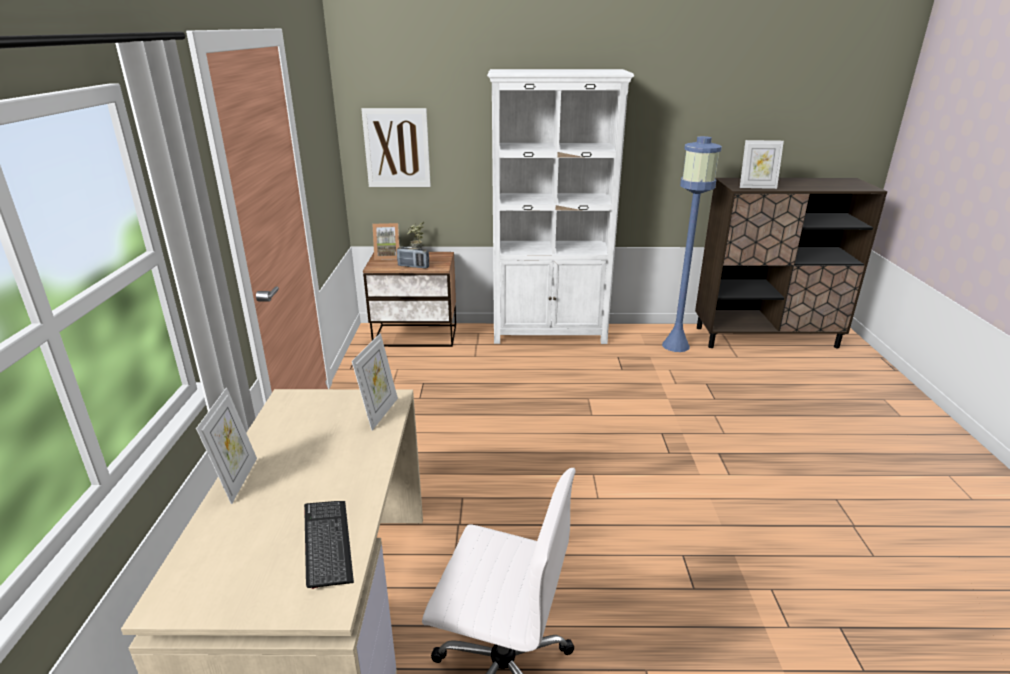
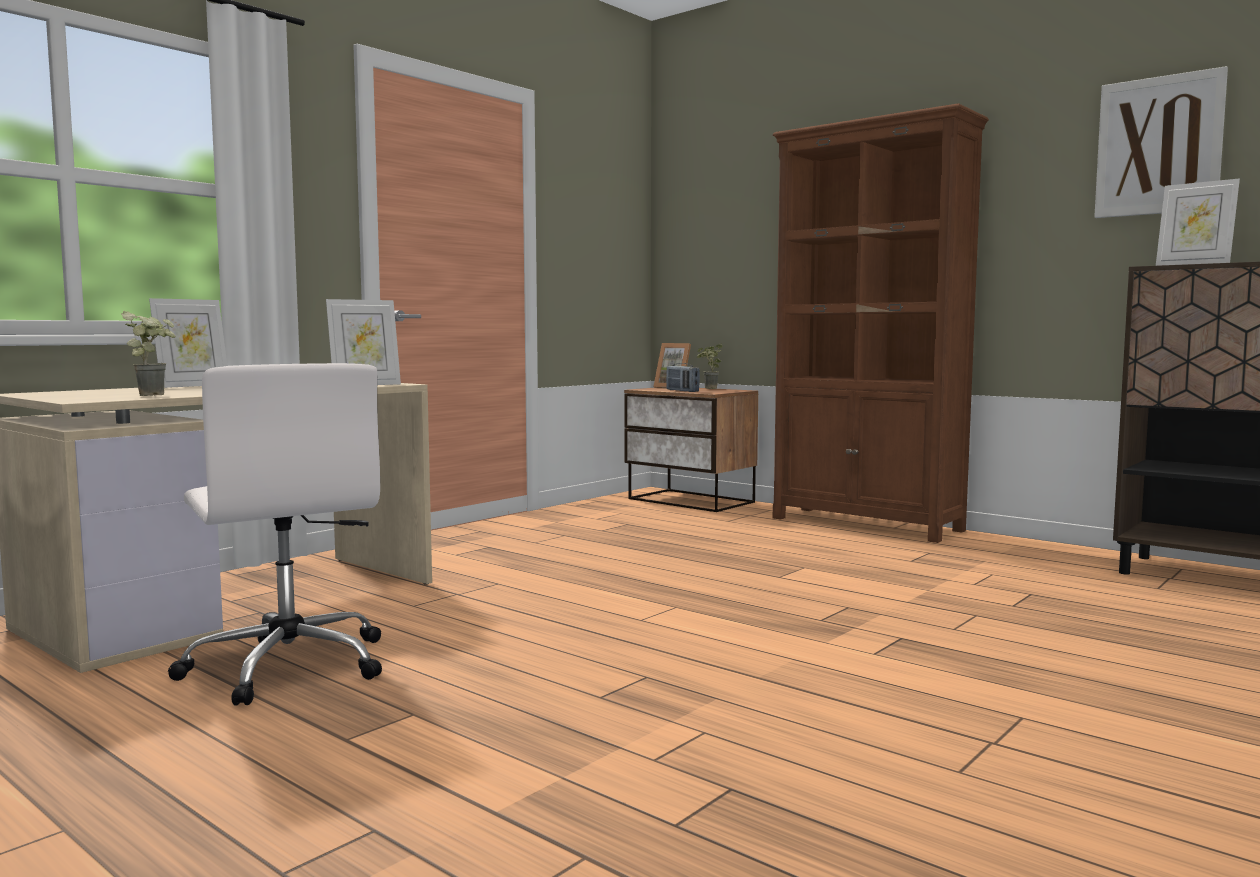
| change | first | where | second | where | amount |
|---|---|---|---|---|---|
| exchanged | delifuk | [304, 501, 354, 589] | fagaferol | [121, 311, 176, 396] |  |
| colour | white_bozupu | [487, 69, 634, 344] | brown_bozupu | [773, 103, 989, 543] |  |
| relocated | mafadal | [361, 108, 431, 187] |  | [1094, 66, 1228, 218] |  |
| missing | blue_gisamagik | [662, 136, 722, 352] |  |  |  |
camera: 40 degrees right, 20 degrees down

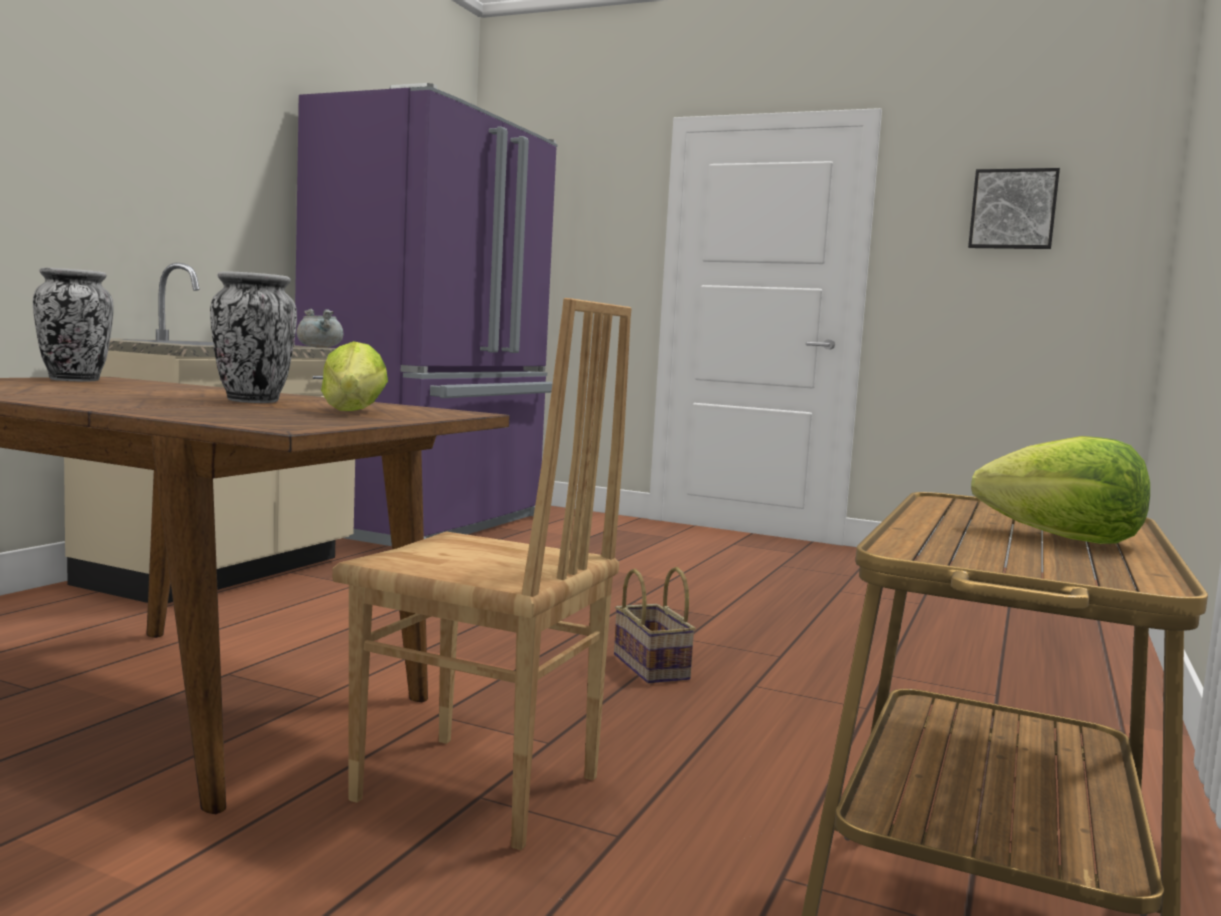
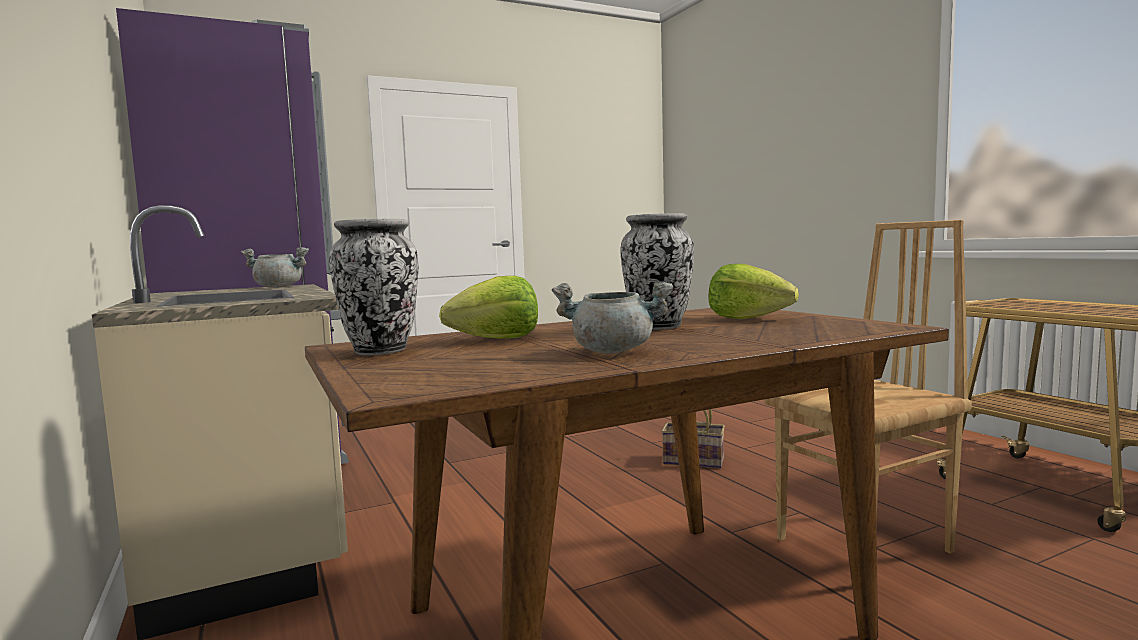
| change | first | where | second | where | amount |
|---|---|---|---|---|---|
| relocated | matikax | [971, 436, 1150, 544] |  | [439, 276, 538, 339] |  |
| appeared |  |  | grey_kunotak | [552, 281, 673, 354] |  |
| missing | mafadal | [968, 168, 1060, 249] |  |  |  |
camera: 50 degrees left, 0 degrees up

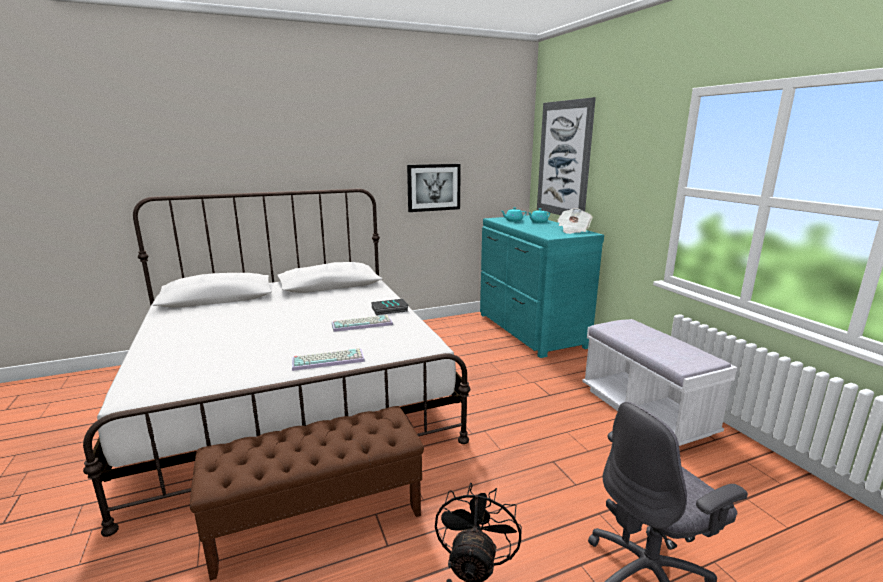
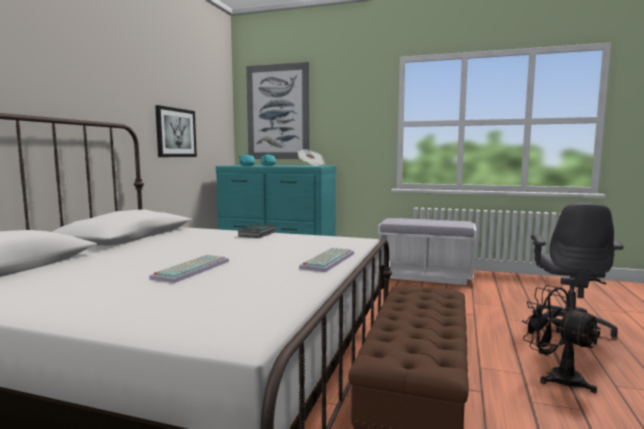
| change | first | where | second | where | amount |
|---|---|---|---|---|---|
| relocated | delifuk | [332, 315, 393, 332] |  | [149, 255, 229, 283] |  |
camera: 50 degrees left, 10 degrees down

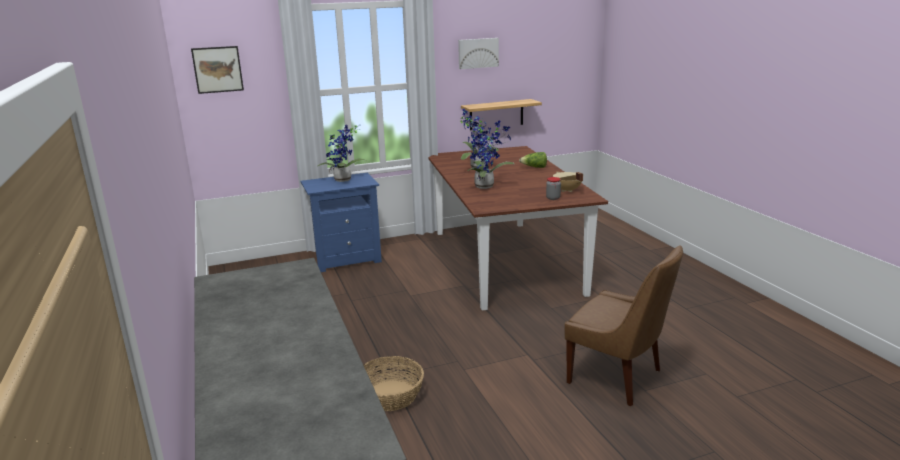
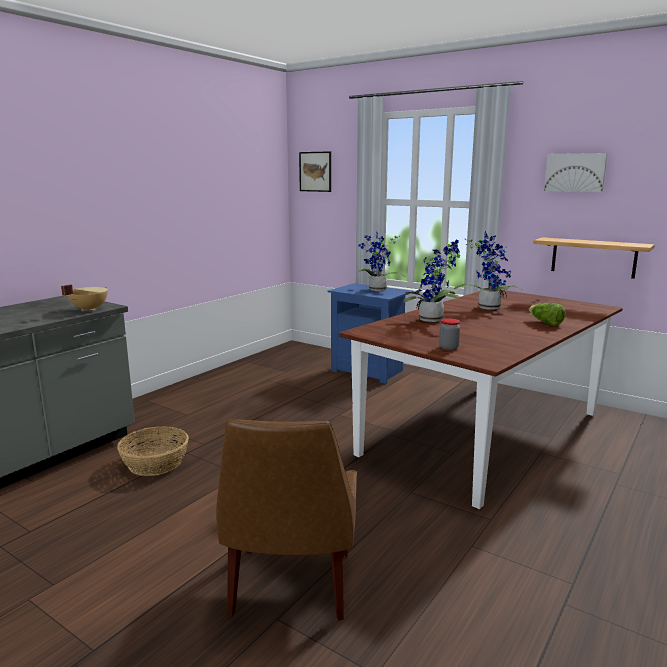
| change | first | where | second | where | amount |
|---|---|---|---|---|---|
| relocated | beige_kunotak | [553, 172, 583, 192] |  | [61, 284, 108, 311] |  |
camera: 55 degrees right, 5 degrees down

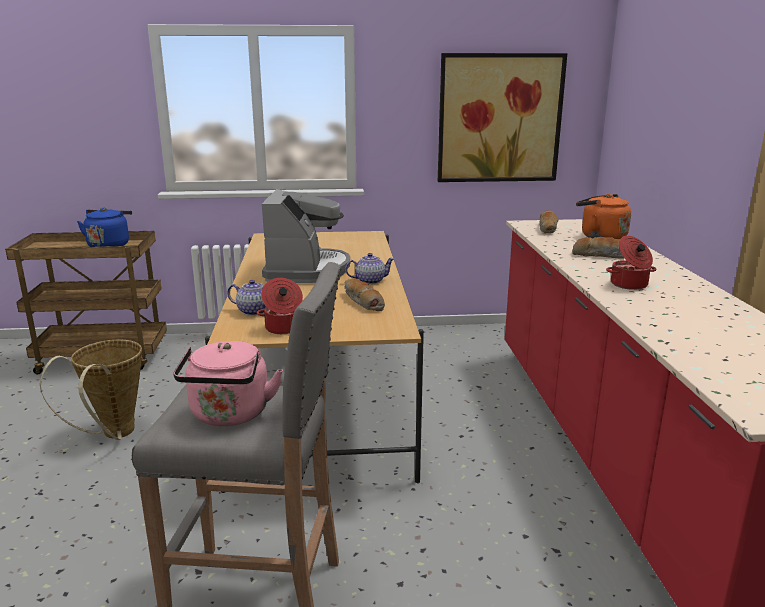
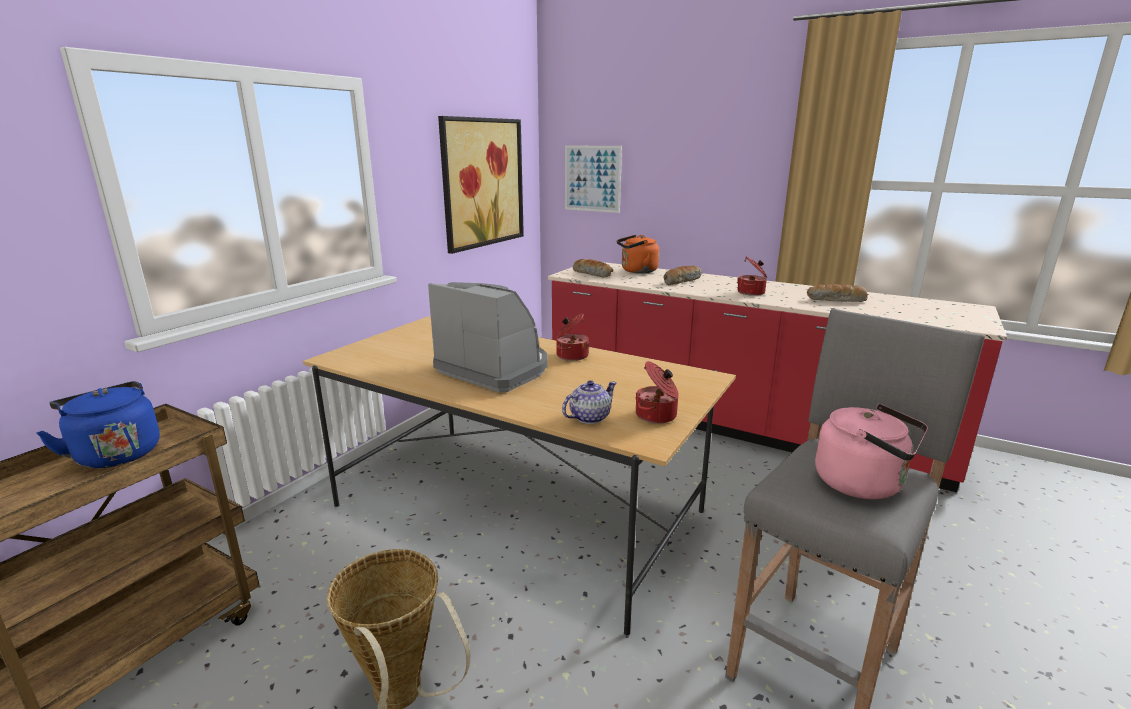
| change | first | where | second | where | amount |
|---|---|---|---|---|---|
| exchanged | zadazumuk | [345, 253, 394, 285] | kunotak | [556, 313, 590, 361] |  |
| appeared |  |  | mafadal | [565, 145, 622, 213] |  |
| relocated | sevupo | [344, 278, 385, 311] |  | [807, 284, 868, 302] |  |
camera: 55 degrees left, 0 degrees up

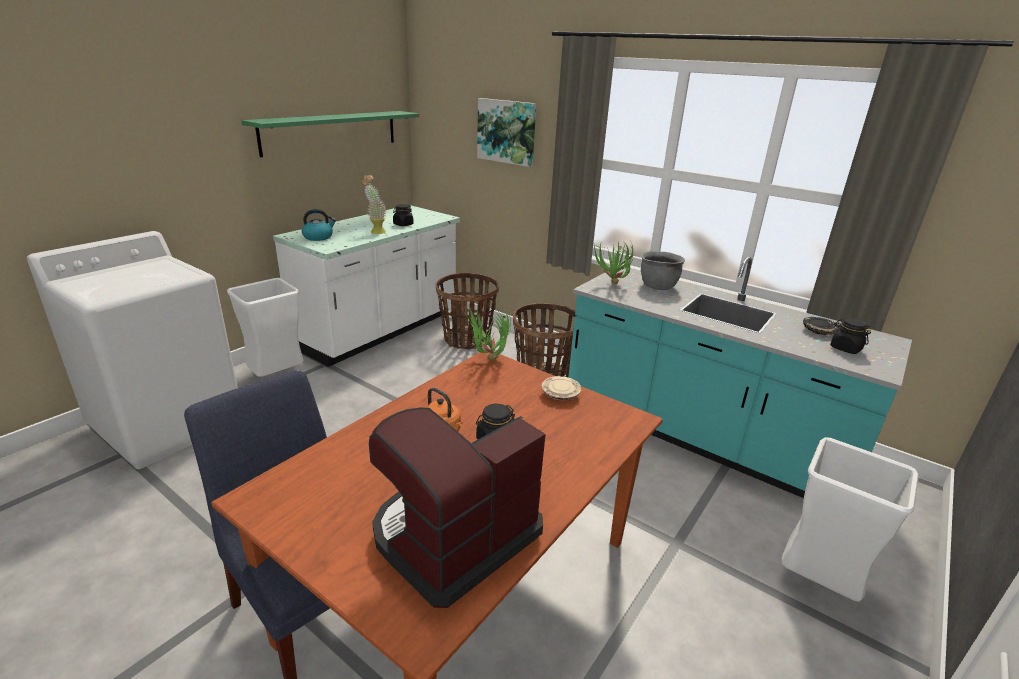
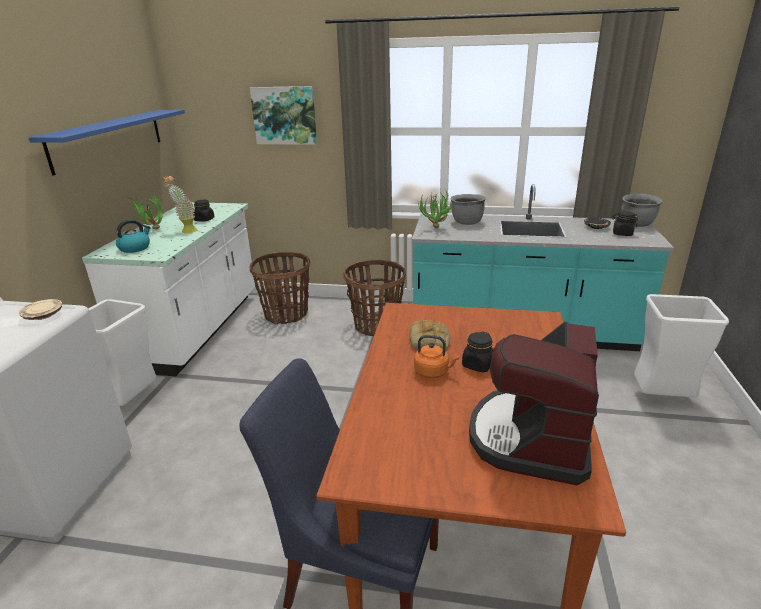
| change | first | where | second | where | amount |
|---|---|---|---|---|---|
| relocated | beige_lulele | [542, 376, 581, 400] |  | [19, 299, 62, 320] |  |
| colour | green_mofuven | [241, 111, 419, 157] | blue_mofuven | [28, 110, 185, 176] |  |
| relocated | fagaferol | [464, 307, 511, 361] |  | [130, 194, 163, 230] |  |
| appeared |  |  | sevupo | [409, 320, 450, 349] |  |
| appeared |  |  | grey_kunotak | [621, 194, 663, 227] |  |
camera: 25 degrees left, 0 degrees up

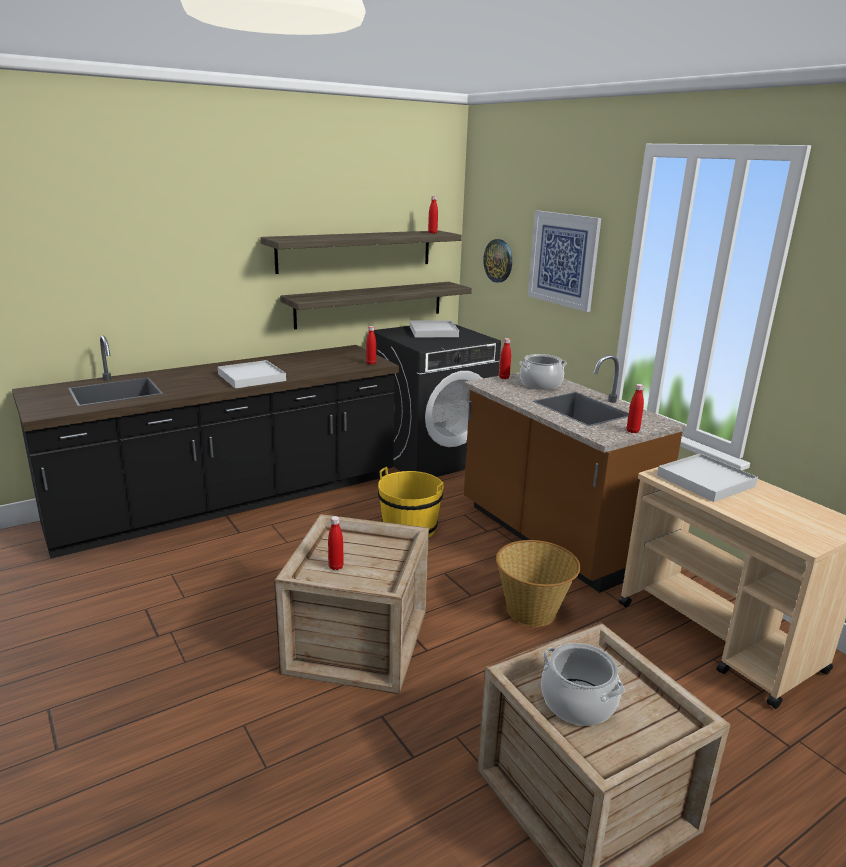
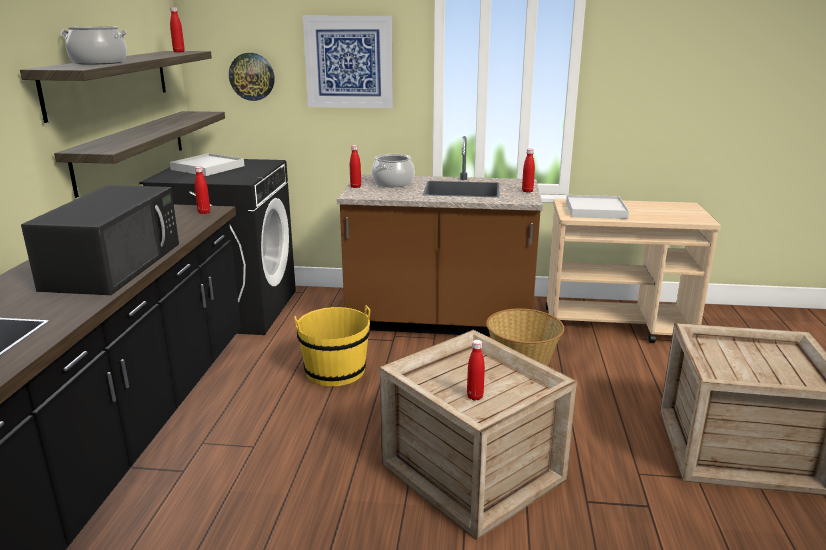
| change | first | where | second | where | amount |
|---|---|---|---|---|---|
| exchanged | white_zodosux | [218, 360, 286, 389] | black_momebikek | [21, 185, 179, 295] |  |
| relocated | kunotak | [541, 643, 625, 726] |  | [61, 26, 127, 65] |  |
camera: 50 degrees left, 0 degrees up

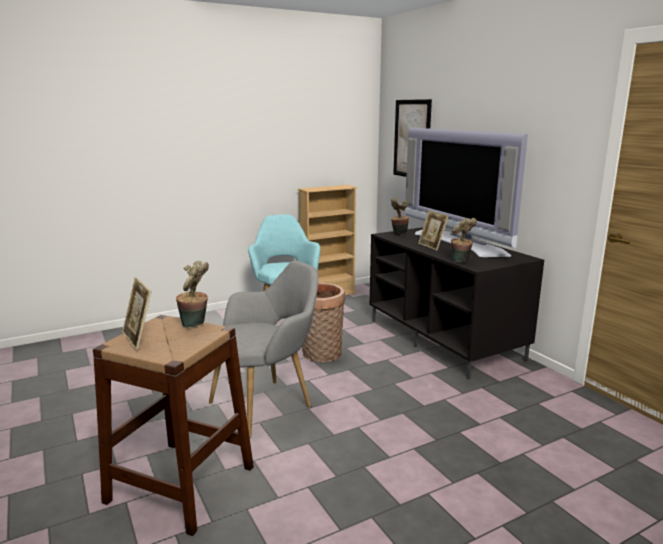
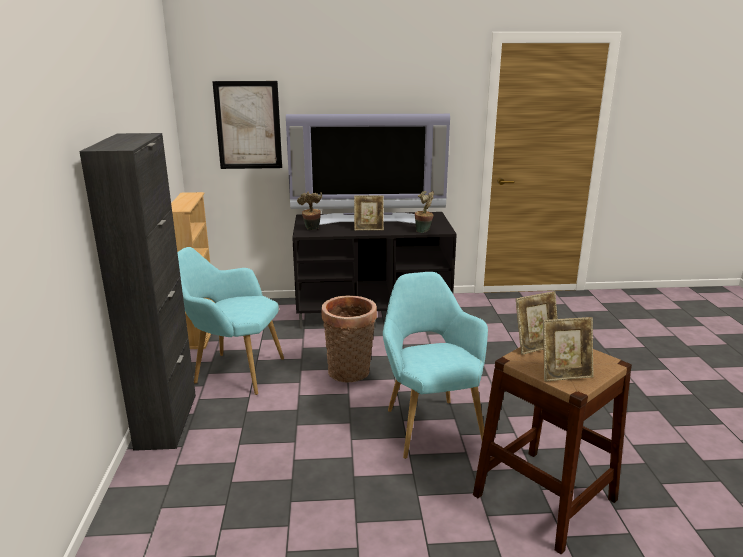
| change | first | where | second | where | amount |
|---|---|---|---|---|---|
| appeared |  |  | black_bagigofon | [79, 133, 196, 451] |  |
| colour | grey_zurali | [209, 261, 319, 438] | turquoise_zurali | [383, 272, 488, 459] |  |
| exchanged | fagaferol | [176, 261, 209, 328] | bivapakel | [516, 291, 558, 355] |  |
camera: 65 degrees left, 5 degrees up

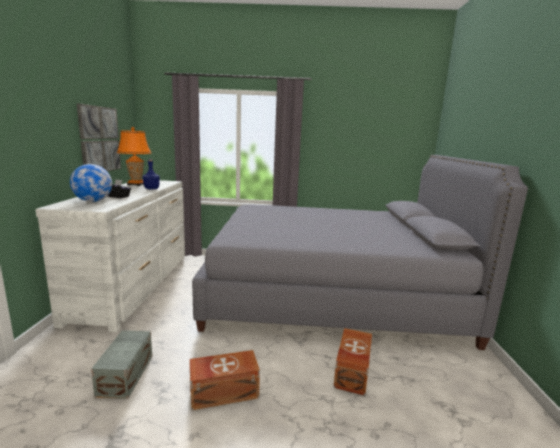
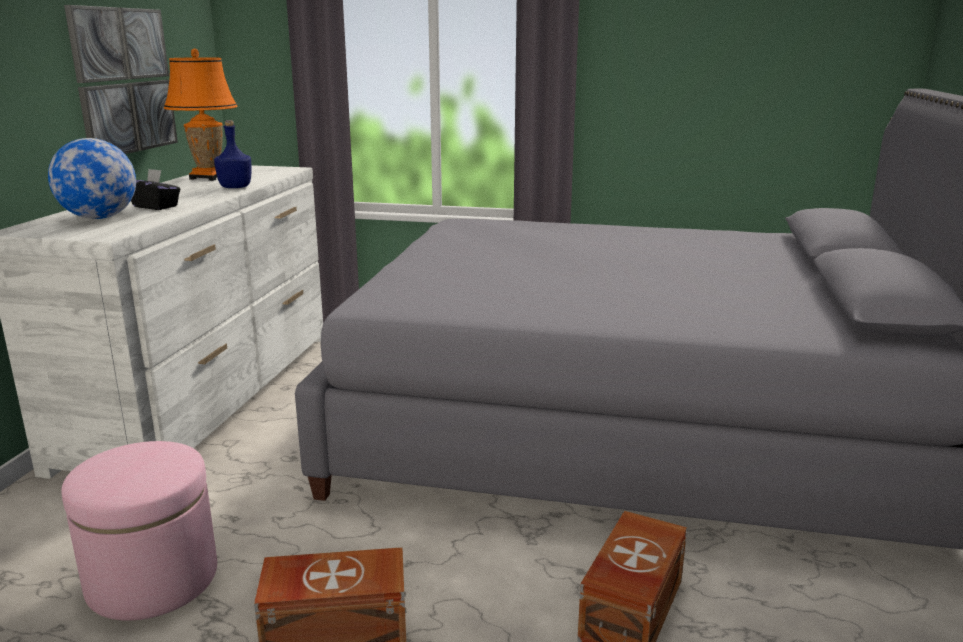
| change | first | where | second | where | amount |
|---|---|---|---|---|---|
| exchanged | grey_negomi | [91, 330, 152, 399] | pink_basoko | [61, 441, 217, 621] |  |
camera: 10 degrees right, 5 degrees up

